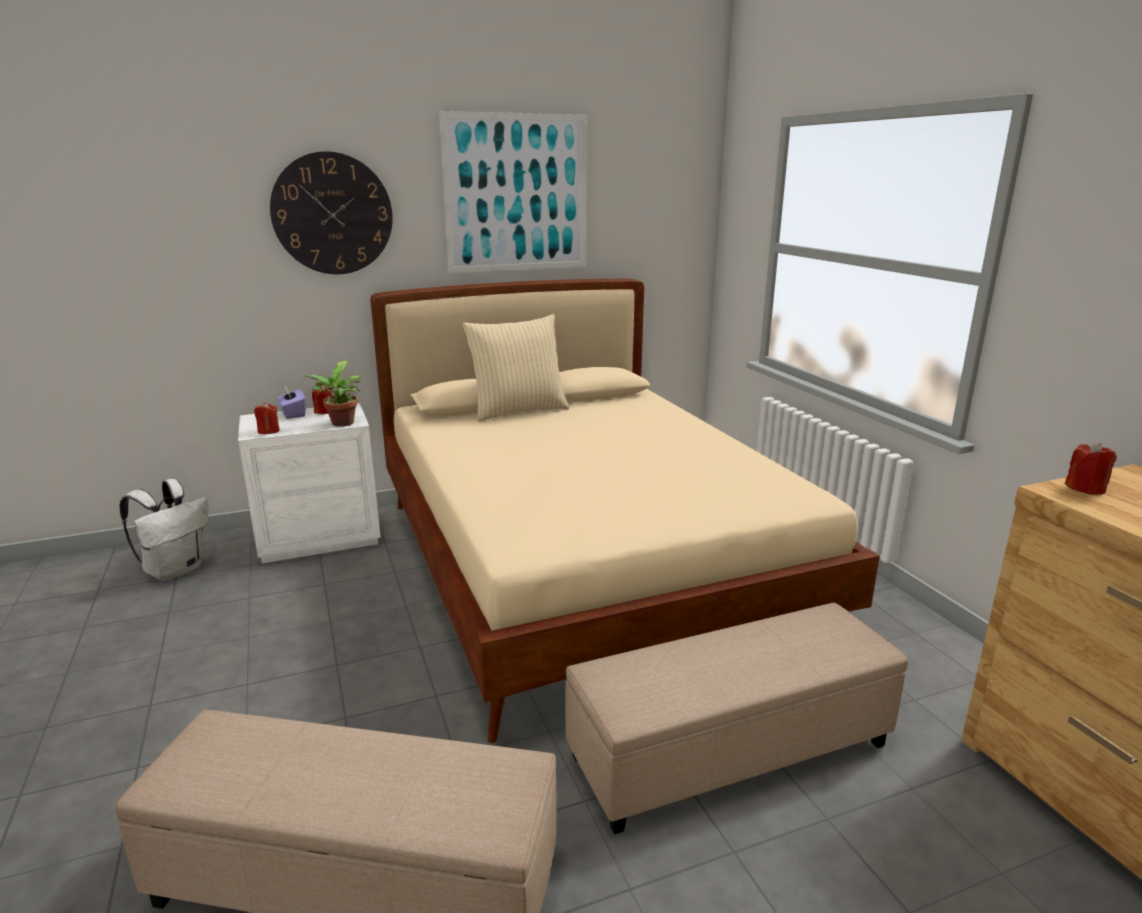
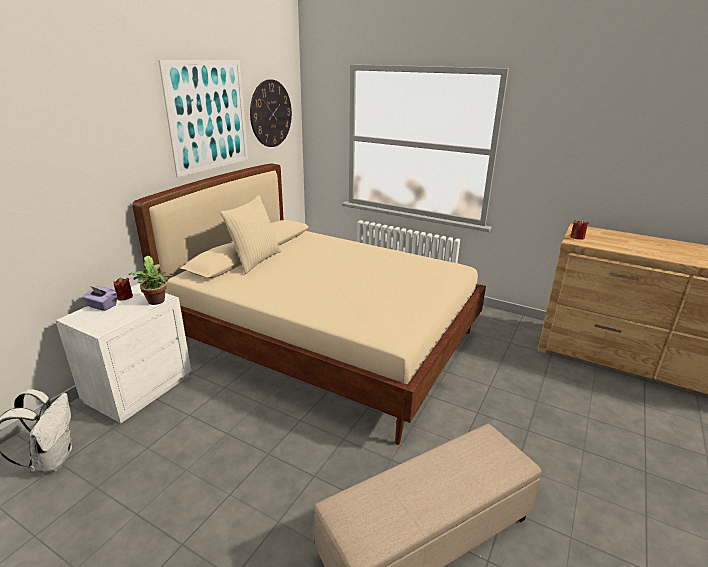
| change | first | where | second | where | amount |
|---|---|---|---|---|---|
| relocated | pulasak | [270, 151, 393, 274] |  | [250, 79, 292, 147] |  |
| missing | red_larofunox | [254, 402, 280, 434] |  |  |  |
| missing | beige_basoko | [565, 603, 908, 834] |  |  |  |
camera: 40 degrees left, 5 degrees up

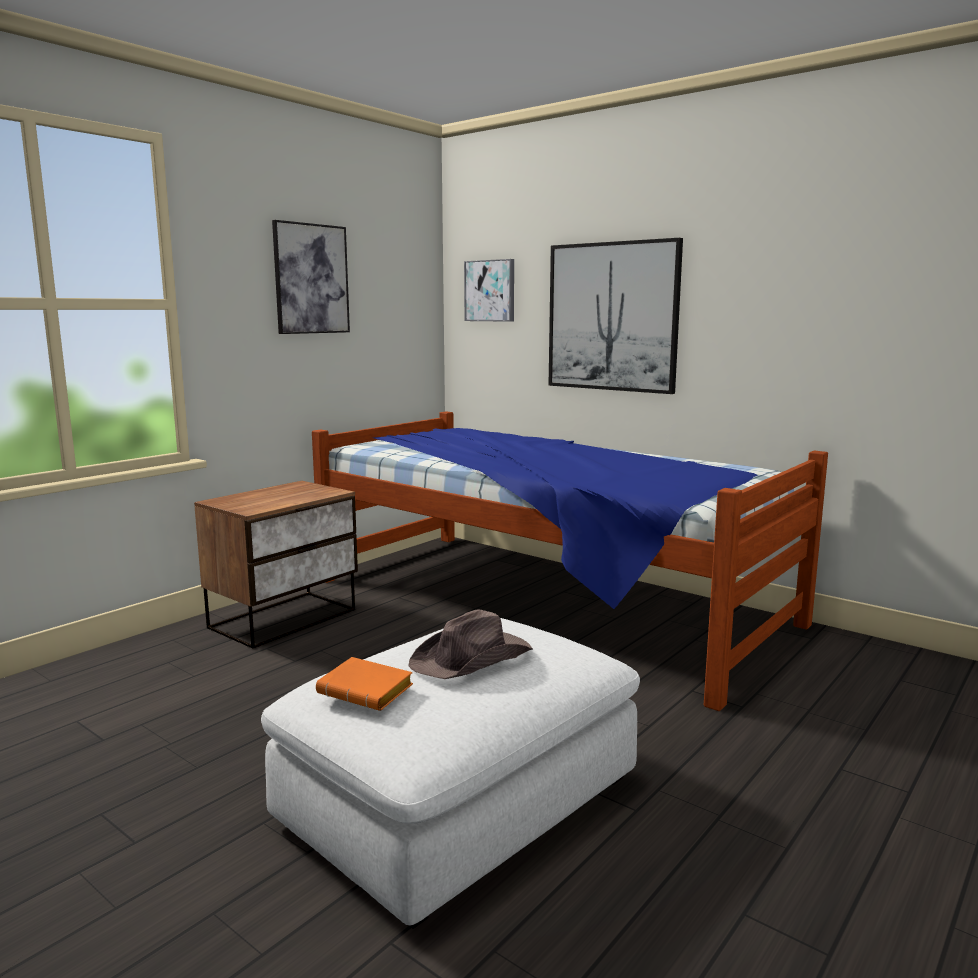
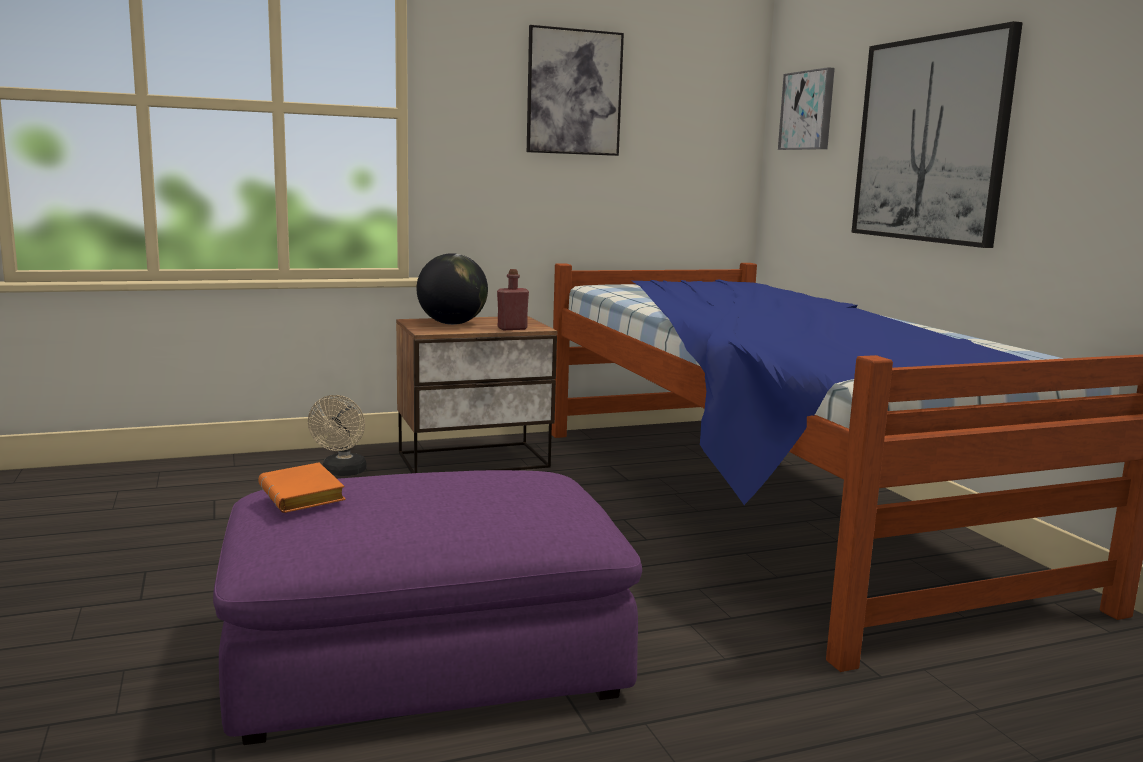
| change | first | where | second | where | amount |
|---|---|---|---|---|---|
| colour | white_basoko | [261, 618, 640, 929] | purple_basoko | [213, 470, 642, 745] |  |
| appeared |  |  | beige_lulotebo | [308, 395, 366, 476] |  |
| appeared |  |  | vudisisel | [416, 253, 488, 325] |  |
| appeared |  |  | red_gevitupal | [497, 269, 529, 330] |  |
| missing | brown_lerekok | [409, 610, 533, 679] |  |  |  |
camera: 30 degrees right, 0 degrees up

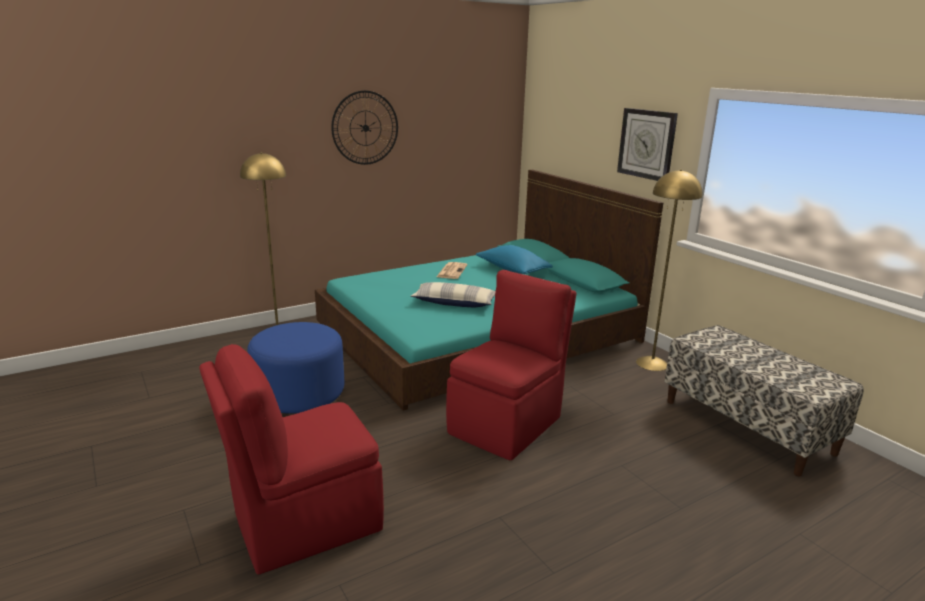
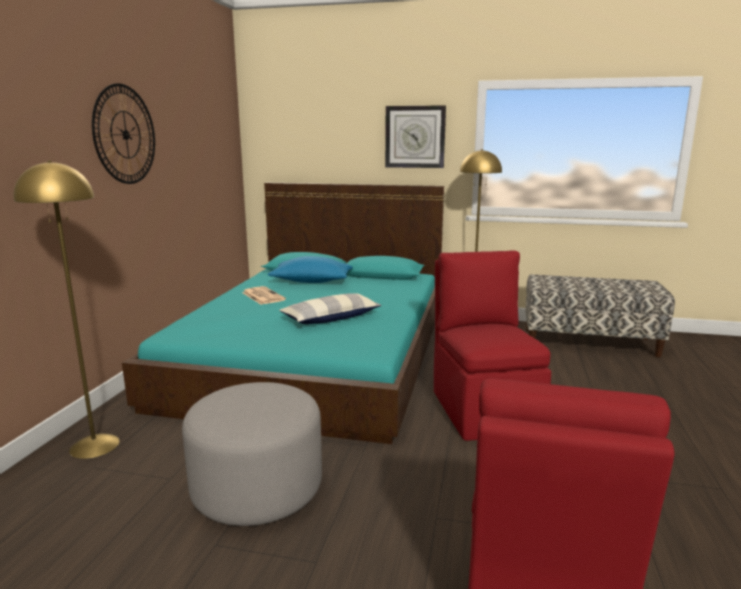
| change | first | where | second | where | amount |
|---|---|---|---|---|---|
| colour | blue_basoko | [247, 322, 344, 414] | grey_basoko | [182, 382, 322, 526] |  |
camera: 45 degrees left, 5 degrees down

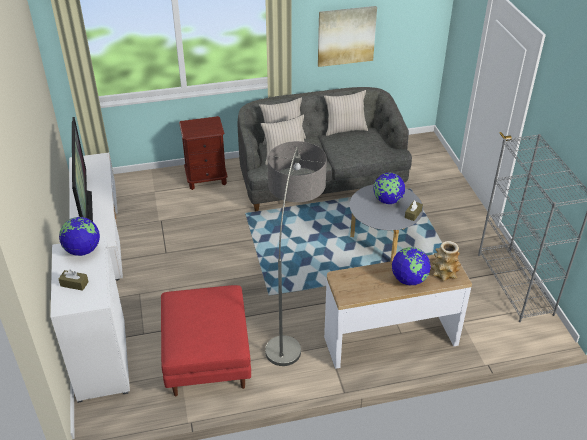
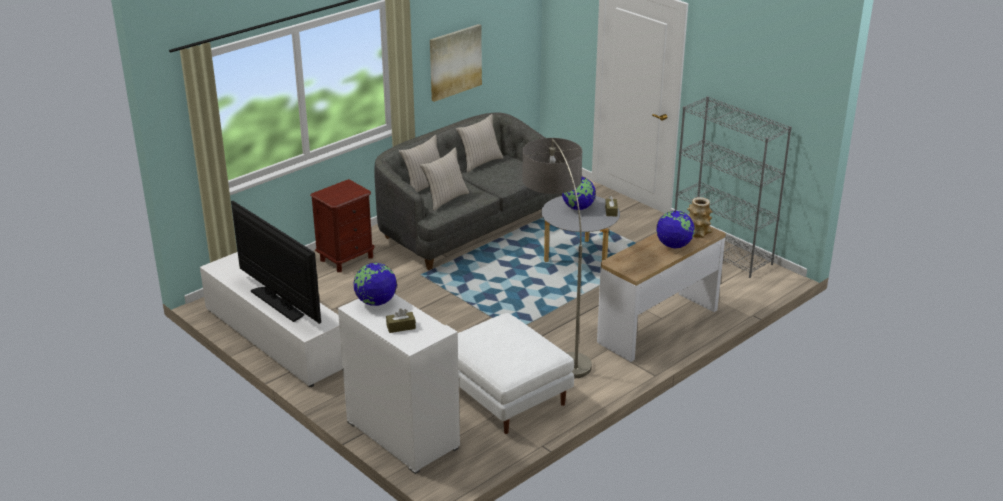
| change | first | where | second | where | amount |
|---|---|---|---|---|---|
| colour | red_basoko | [161, 285, 251, 396] | white_basoko | [458, 313, 574, 434] |  |
camera: 30 degrees left, 10 degrees down

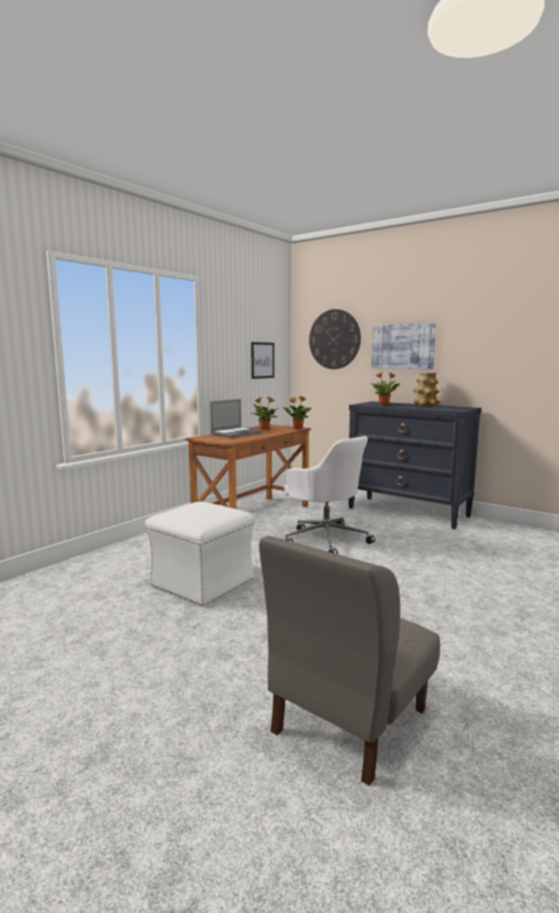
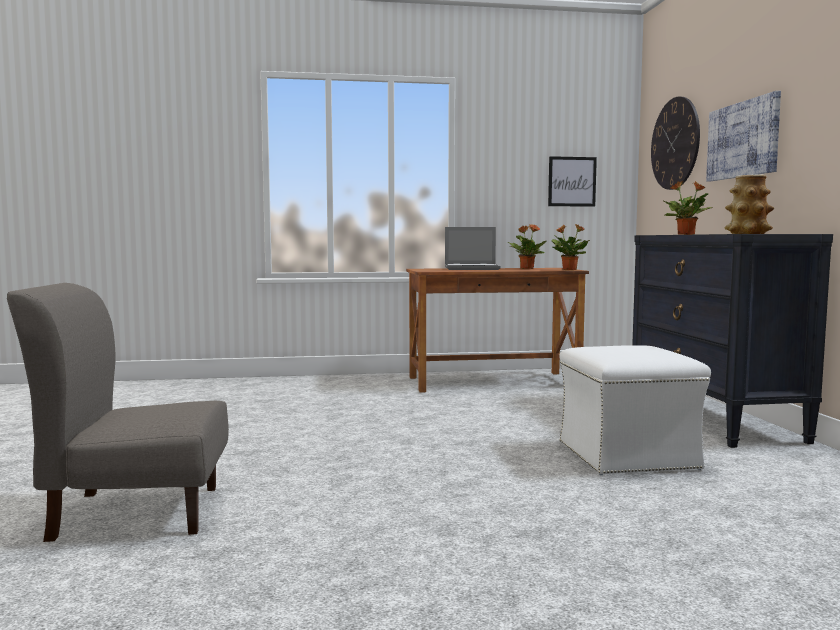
| change | first | where | second | where | amount |
|---|---|---|---|---|---|
| relocated | white_basoko | [145, 501, 254, 607] |  | [559, 345, 711, 475] |  |
| missing | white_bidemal | [284, 436, 375, 554] |  |  |  |
camera: 45 degrees right, 5 degrees down

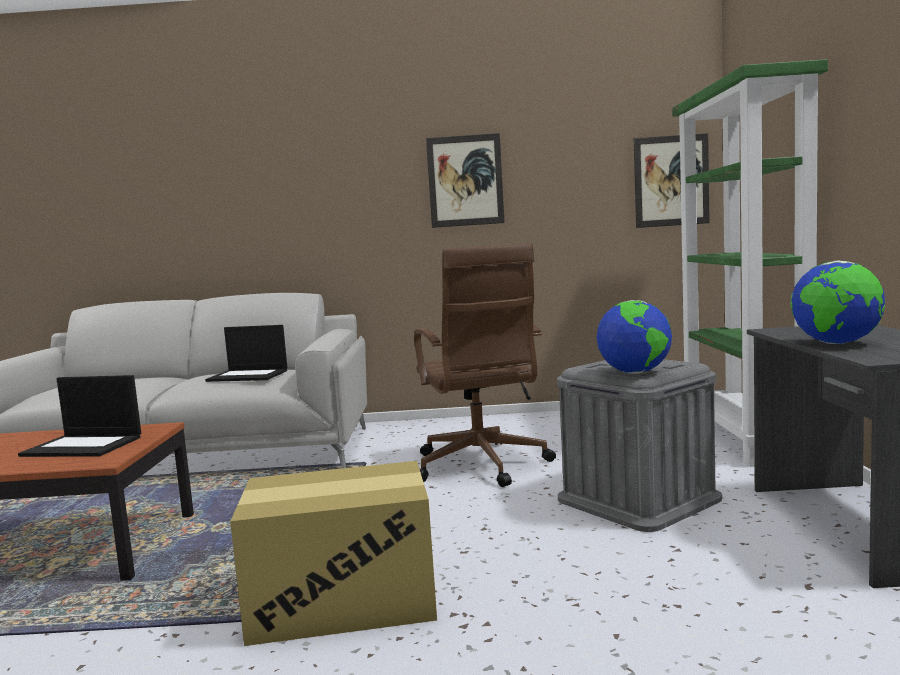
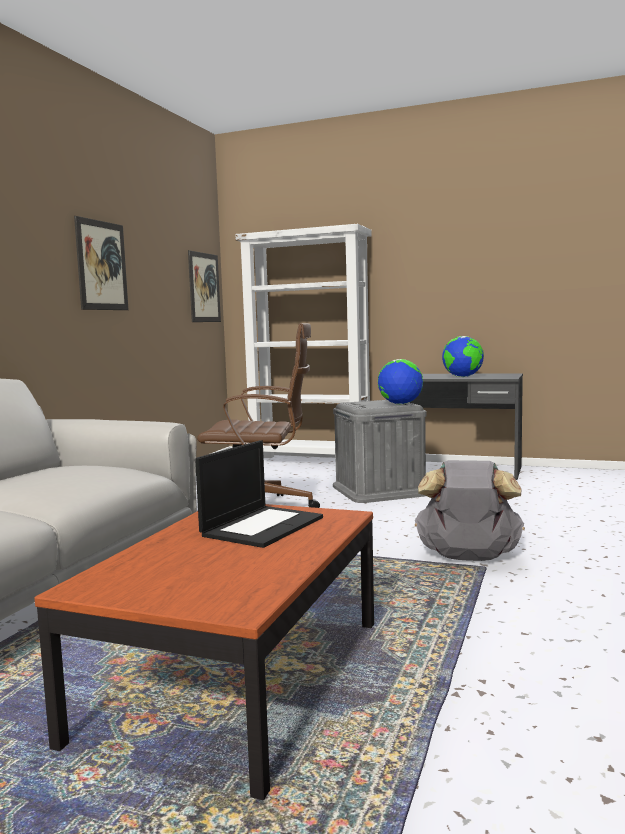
| change | first | where | second | where | amount |
|---|---|---|---|---|---|
| colour | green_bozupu | [672, 59, 828, 467] | white_bozupu | [235, 224, 371, 458] |  |
| exchanged | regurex | [230, 461, 437, 646] | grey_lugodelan | [415, 460, 525, 561] |  |
| missing | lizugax | [205, 325, 287, 382] |  |  |  |
camera: 70 degrees left, 0 degrees up

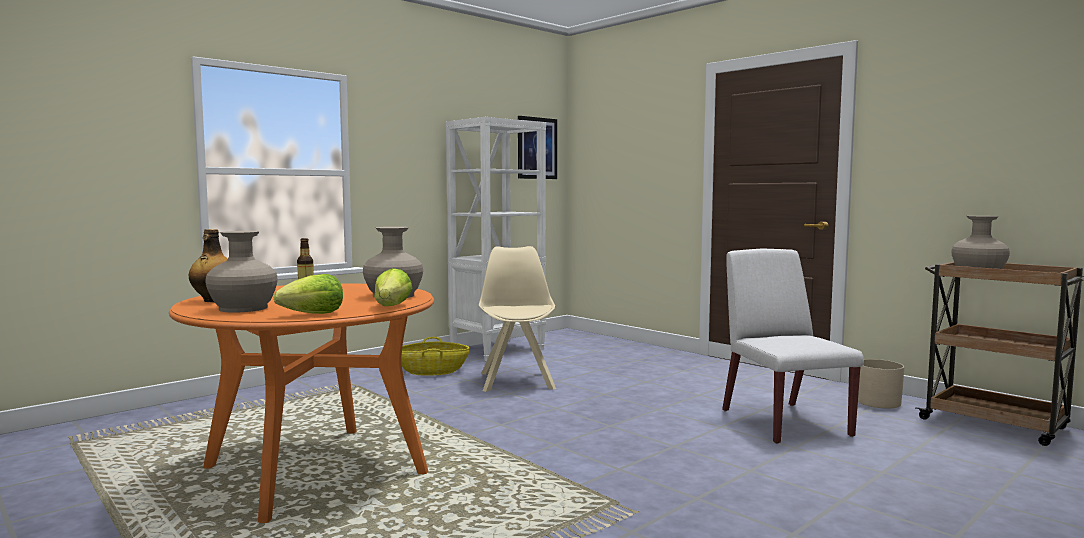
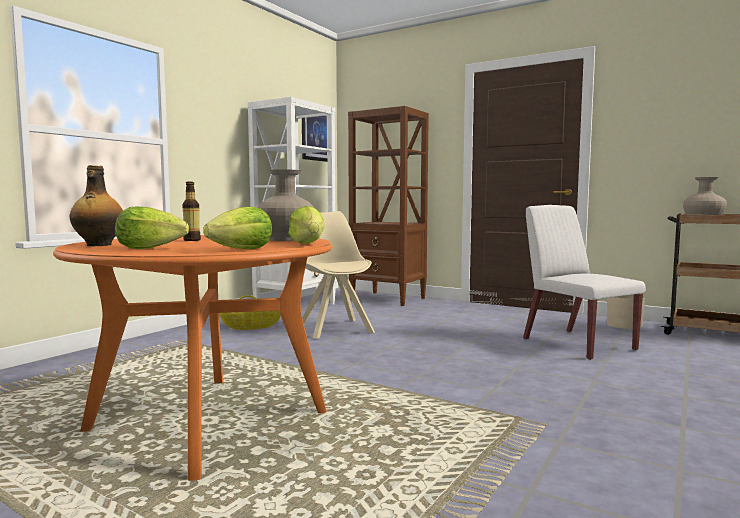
| change | first | where | second | where | amount |
|---|---|---|---|---|---|
| exchanged | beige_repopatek | [205, 231, 278, 313] | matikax | [115, 206, 189, 249] |  |
| appeared |  |  | brown_bozupu | [348, 106, 429, 306] |  |
camera: 15 degrees left, 0 degrees up

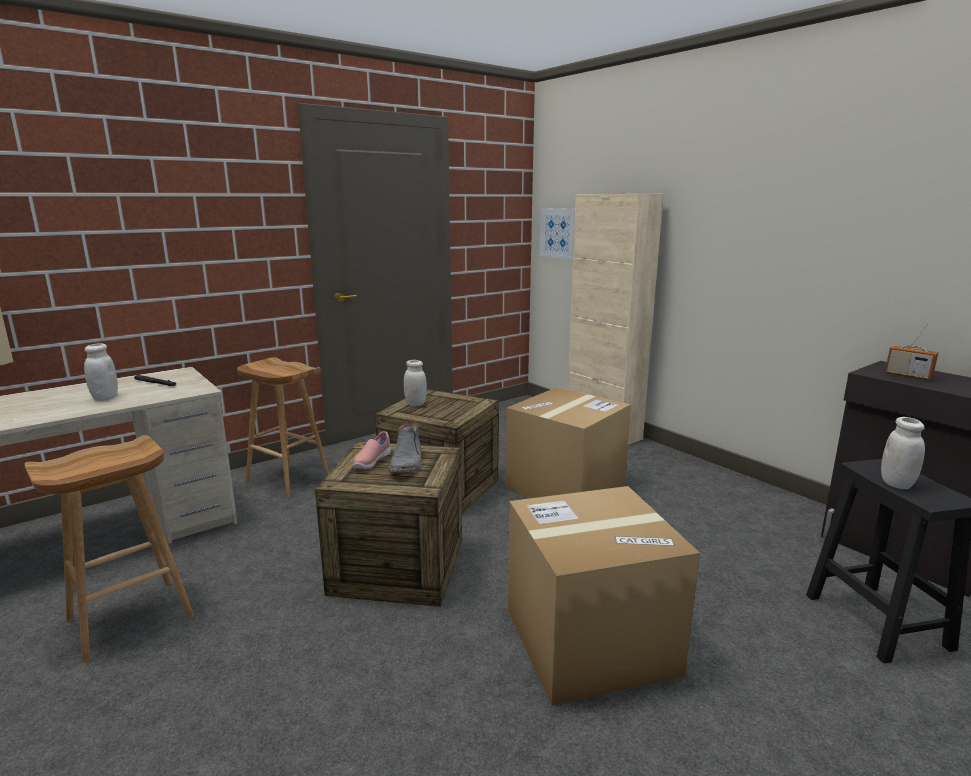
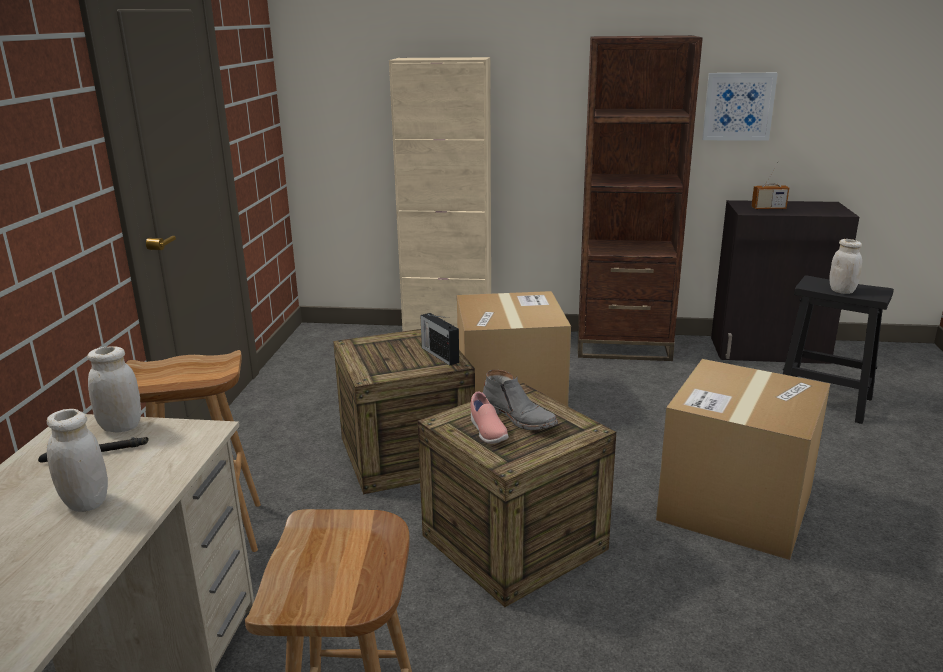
| change | first | where | second | where | amount |
|---|---|---|---|---|---|
| relocated | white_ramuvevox | [404, 360, 427, 406] |  | [87, 346, 141, 433] |  |
| appeared |  |  | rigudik | [420, 313, 459, 365] |  |
| appeared |  |  | brown_bozupu | [578, 35, 703, 361] |  |
| relocated | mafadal | [540, 208, 575, 259] |  | [702, 73, 778, 141] |  |
camera: 45 degrees left, 5 degrees up

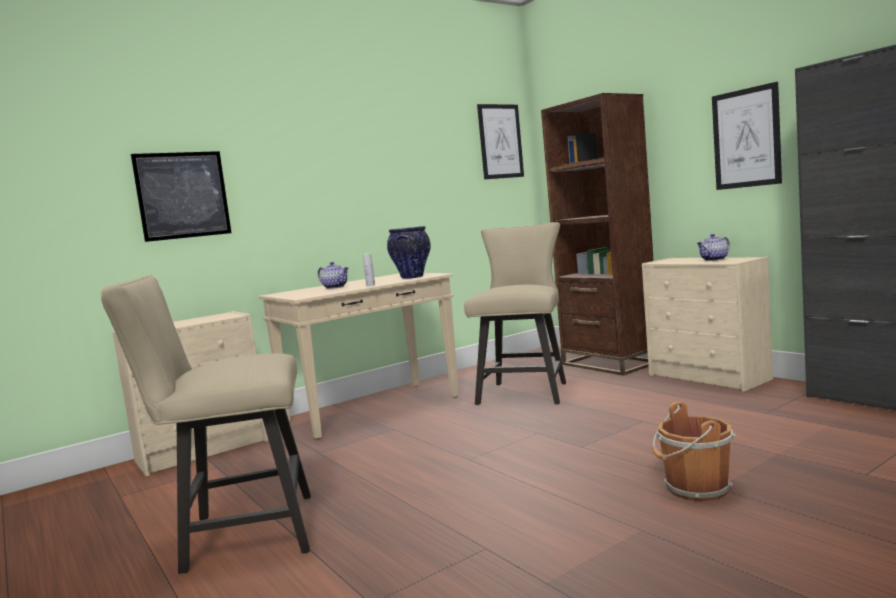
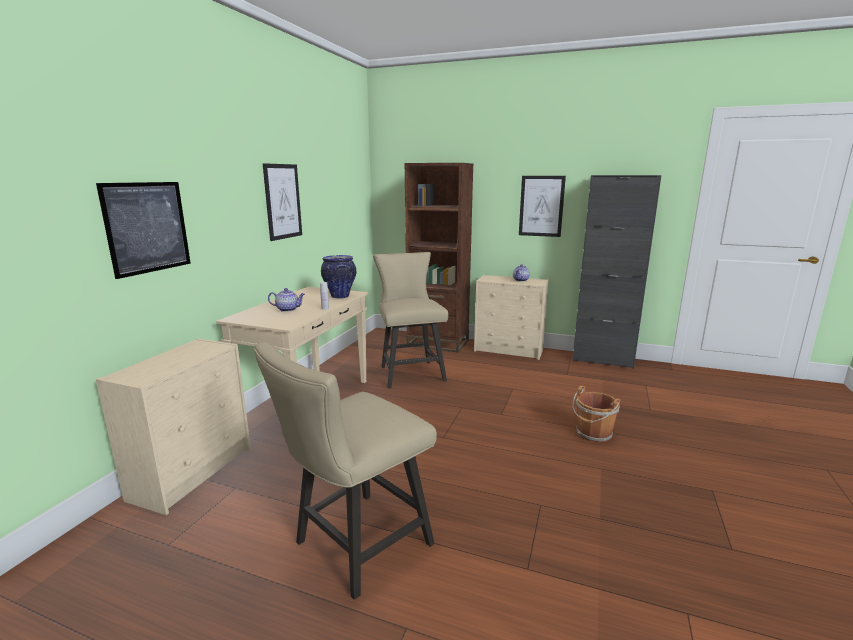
| change | first | where | second | where | amount |
|---|---|---|---|---|---|
| relocated | mafadal | [477, 104, 524, 179] |  | [263, 163, 302, 241] |  |
camera: 35 degrees left, 10 degrees up

